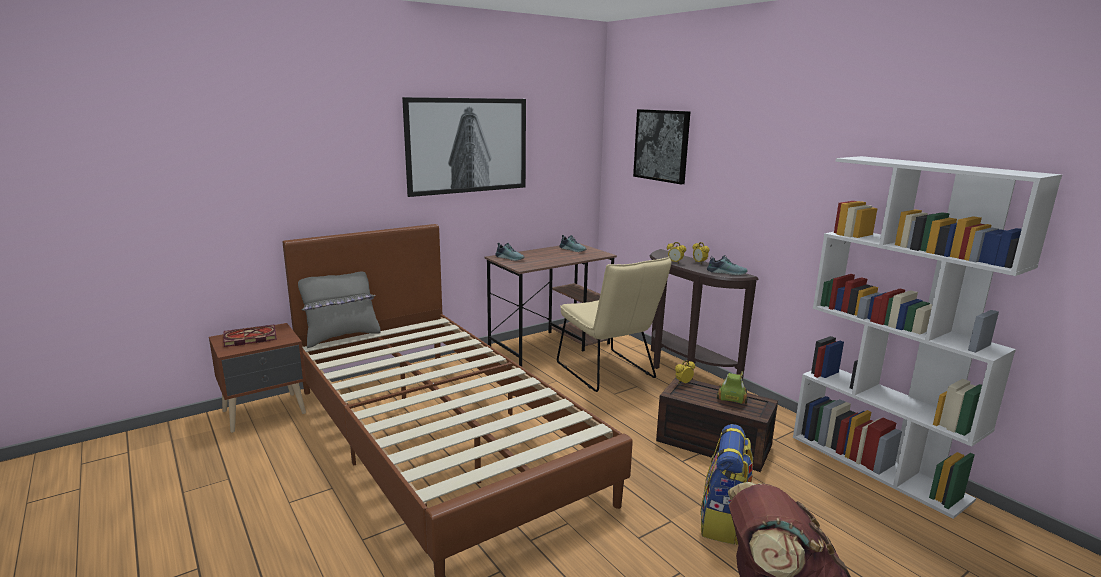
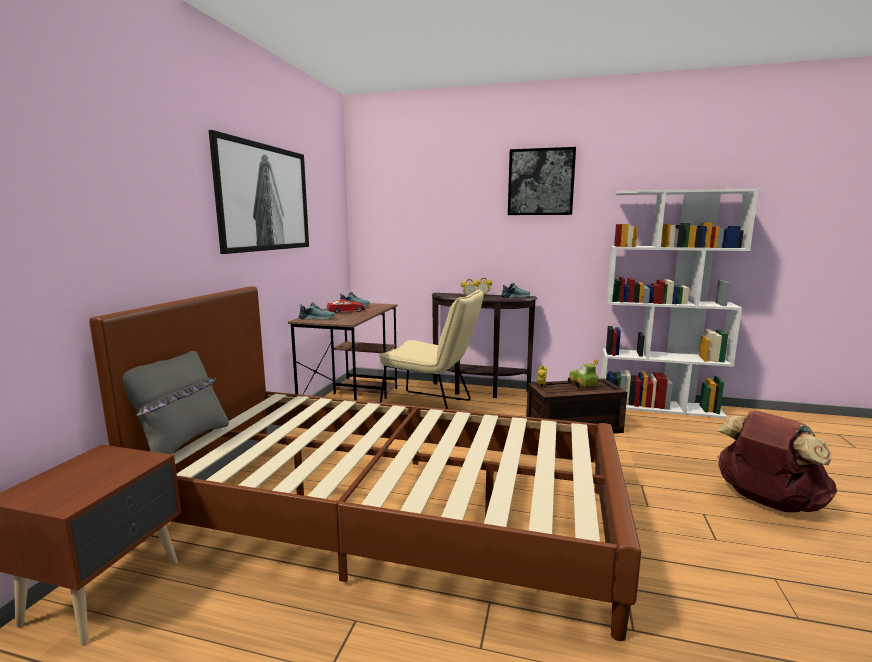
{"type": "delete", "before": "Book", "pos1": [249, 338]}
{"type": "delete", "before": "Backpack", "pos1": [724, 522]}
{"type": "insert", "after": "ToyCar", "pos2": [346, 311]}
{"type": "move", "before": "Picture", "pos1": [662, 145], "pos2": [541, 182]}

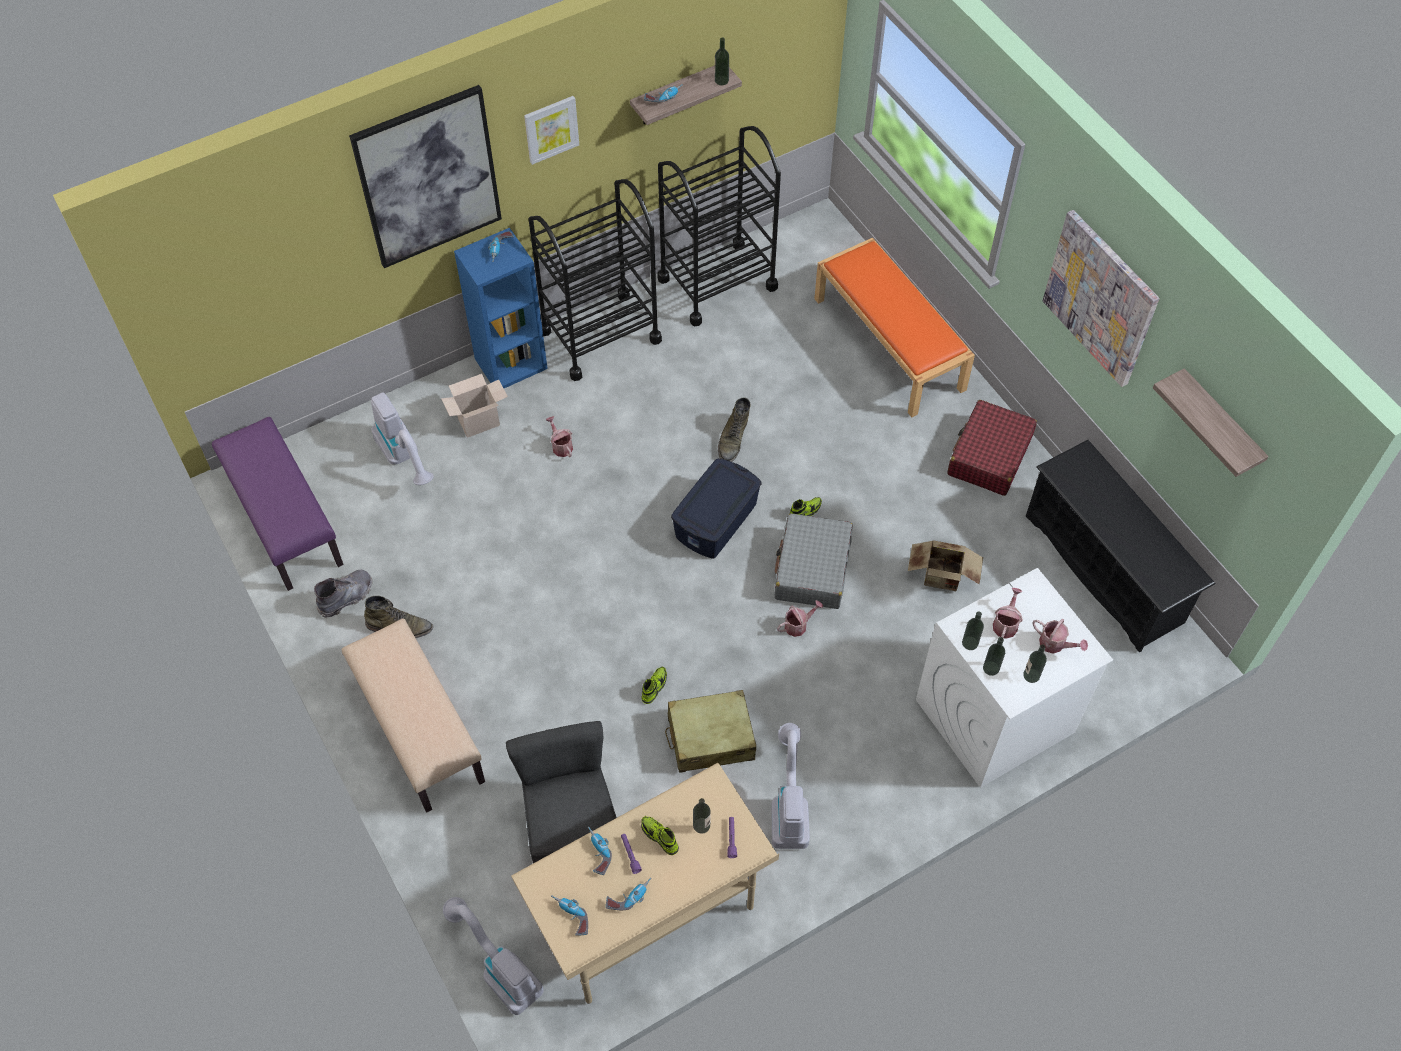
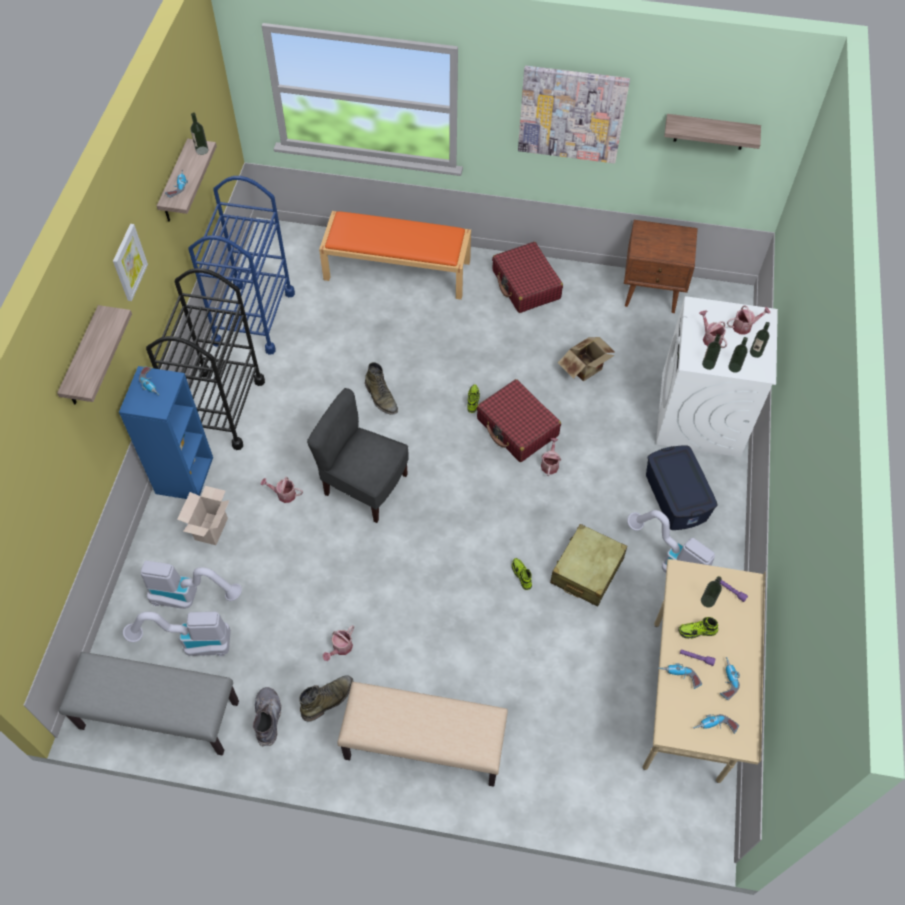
{"type": "insert", "after": "WateringCan", "pos2": [340, 648]}
{"type": "move", "before": "VacuumCleaner", "pos1": [499, 968], "pos2": [190, 643]}
{"type": "move", "before": "GreyChair", "pos1": [572, 830], "pos2": [365, 486]}
{"type": "move", "before": "BlueStorageBox", "pos1": [717, 520], "pos2": [676, 497]}
{"type": "replace", "before": "Picture", "after": "Shelf", "pos1": [428, 177], "pos2": [83, 359]}
{"type": "replace", "before": "BlackShoeRack", "after": "BrownNightstand", "pos1": [1104, 569], "pos2": [652, 293]}
{"type": "recolor", "before": "PurpleBench", "after": "GreyBench", "pos1": [284, 521], "pos2": [158, 716]}
{"type": "recolor", "before": "BlackCart", "after": "BlueCart", "pos1": [717, 283], "pos2": [254, 318]}
{"type": "recolor", "before": "GreySuitcase", "after": "RedSuitcase", "pos1": [812, 569], "pos2": [517, 427]}

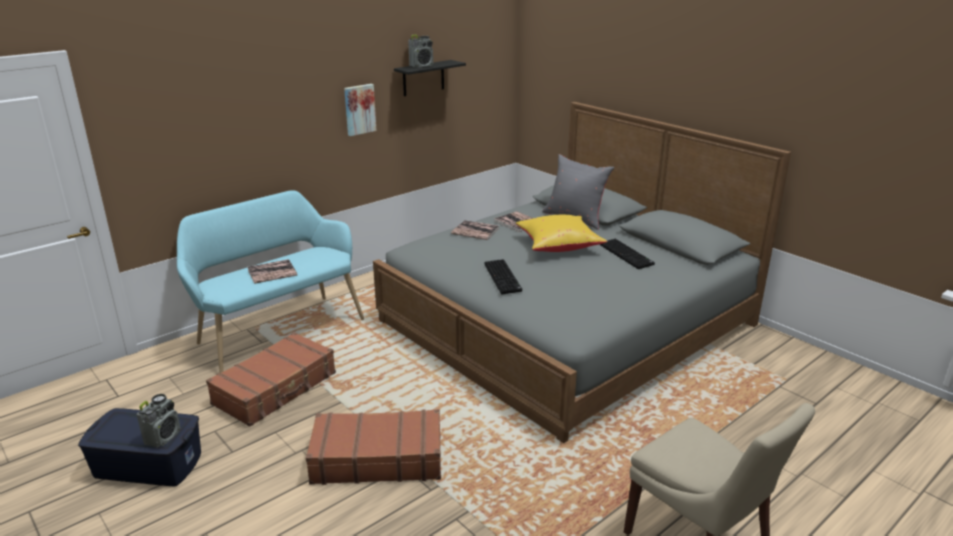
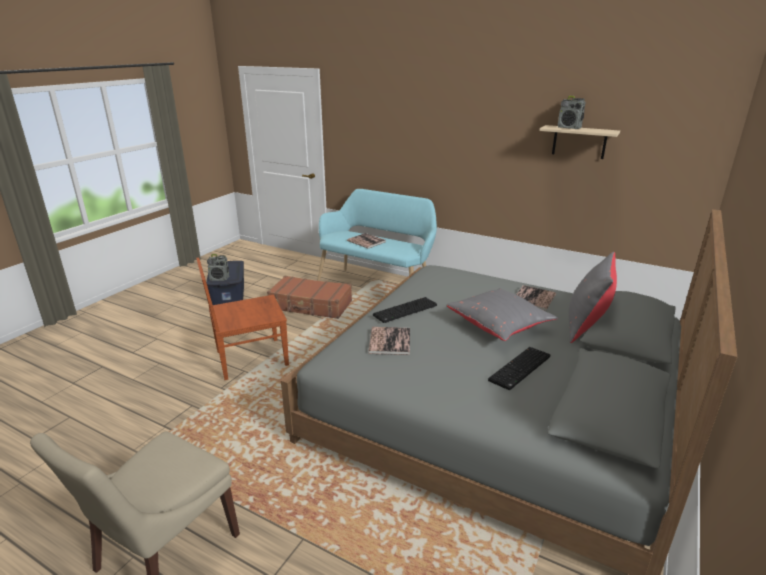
{"type": "delete", "before": "Picture", "pos1": [359, 109]}
{"type": "move", "before": "Book", "pos1": [475, 231], "pos2": [389, 341]}
{"type": "replace", "before": "BrownSuitcase", "after": "BrownChair", "pos1": [377, 458], "pos2": [250, 359]}
{"type": "recolor", "before": "BlackShelf", "after": "BeigeShelf", "pos1": [423, 78], "pos2": [579, 142]}
{"type": "recolor", "before": "YellowPillow", "after": "GreyPillow", "pos1": [558, 246], "pos2": [499, 326]}

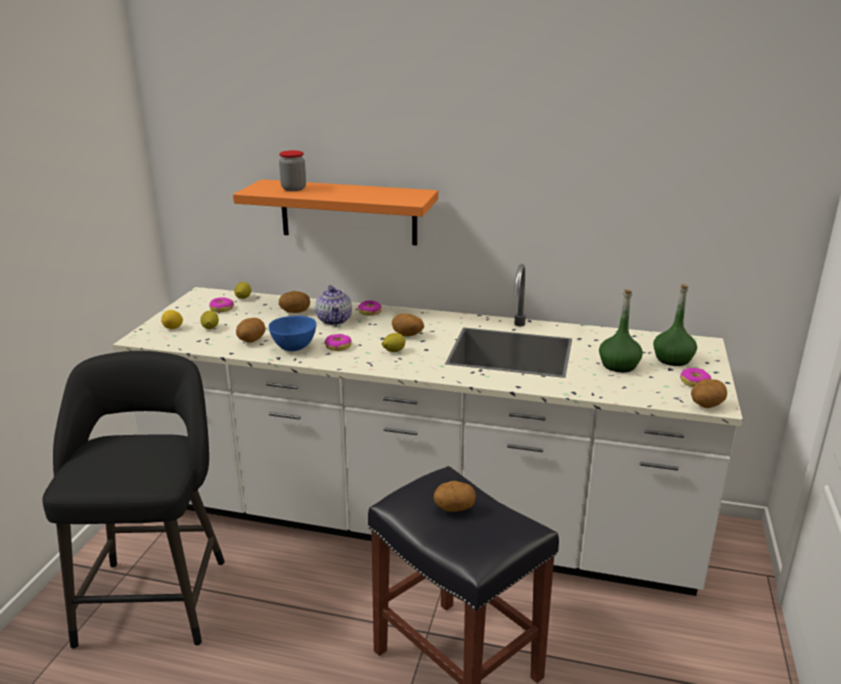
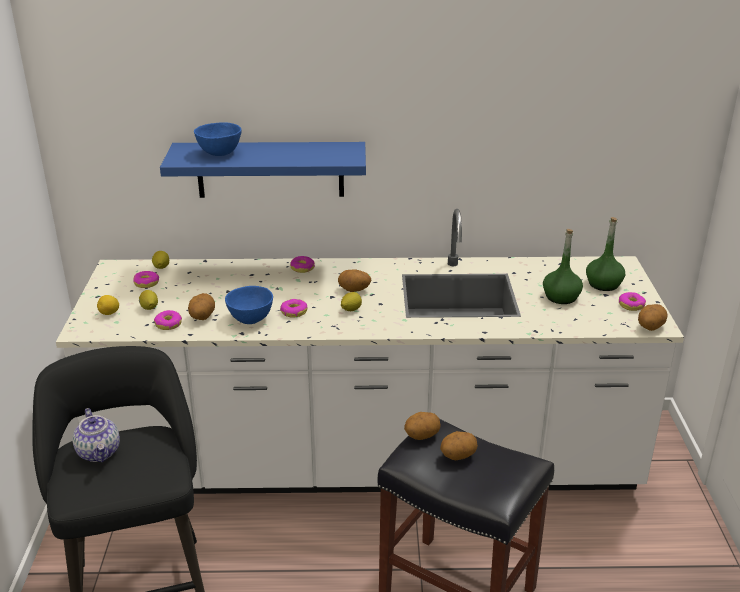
{"type": "insert", "after": "Donut", "pos2": [168, 324]}
{"type": "move", "before": "Potato", "pos1": [295, 312], "pos2": [422, 436]}
{"type": "move", "before": "Teapot", "pos1": [334, 320], "pos2": [99, 452]}
{"type": "replace", "before": "Jar", "after": "BlueBowl", "pos1": [293, 189], "pos2": [219, 153]}
{"type": "recolor", "before": "OrangeShelf", "after": "BlueShelf", "pos1": [348, 212], "pos2": [270, 169]}

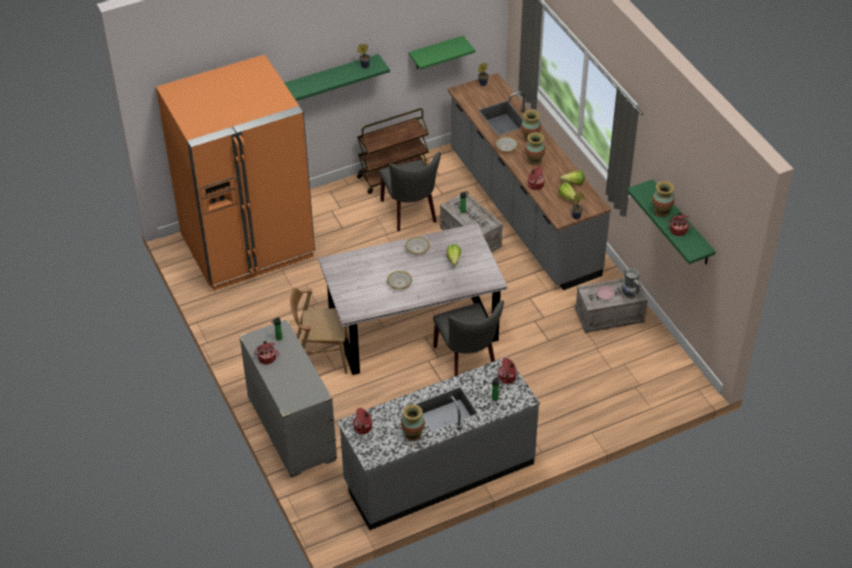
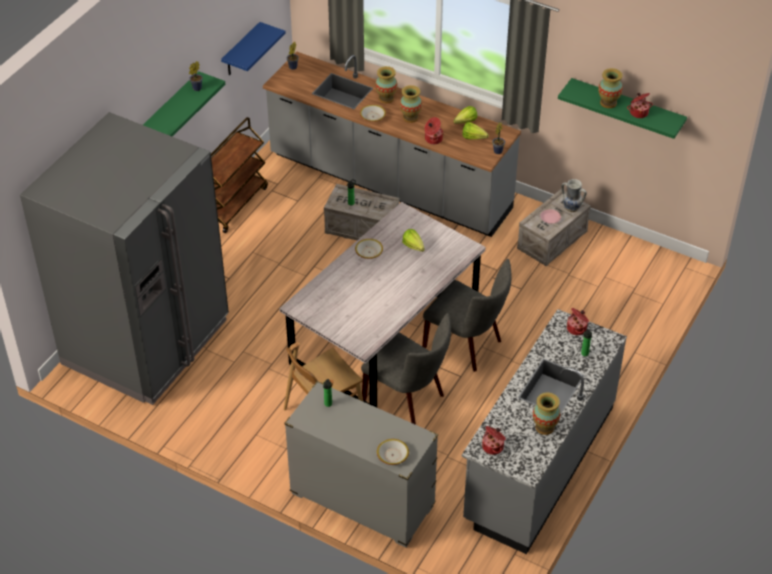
{"type": "delete", "before": "CookingPot", "pos1": [267, 357]}
{"type": "move", "before": "GreyChair", "pos1": [410, 213], "pos2": [408, 399]}
{"type": "move", "before": "Bowl", "pos1": [399, 283], "pos2": [392, 455]}
{"type": "recolor", "before": "OrangeFridge", "after": "GreyFridge", "pos1": [247, 245], "pos2": [146, 342]}
{"type": "recolor", "before": "GreenShelf", "after": "BlueShelf", "pos1": [436, 53], "pos2": [241, 50]}

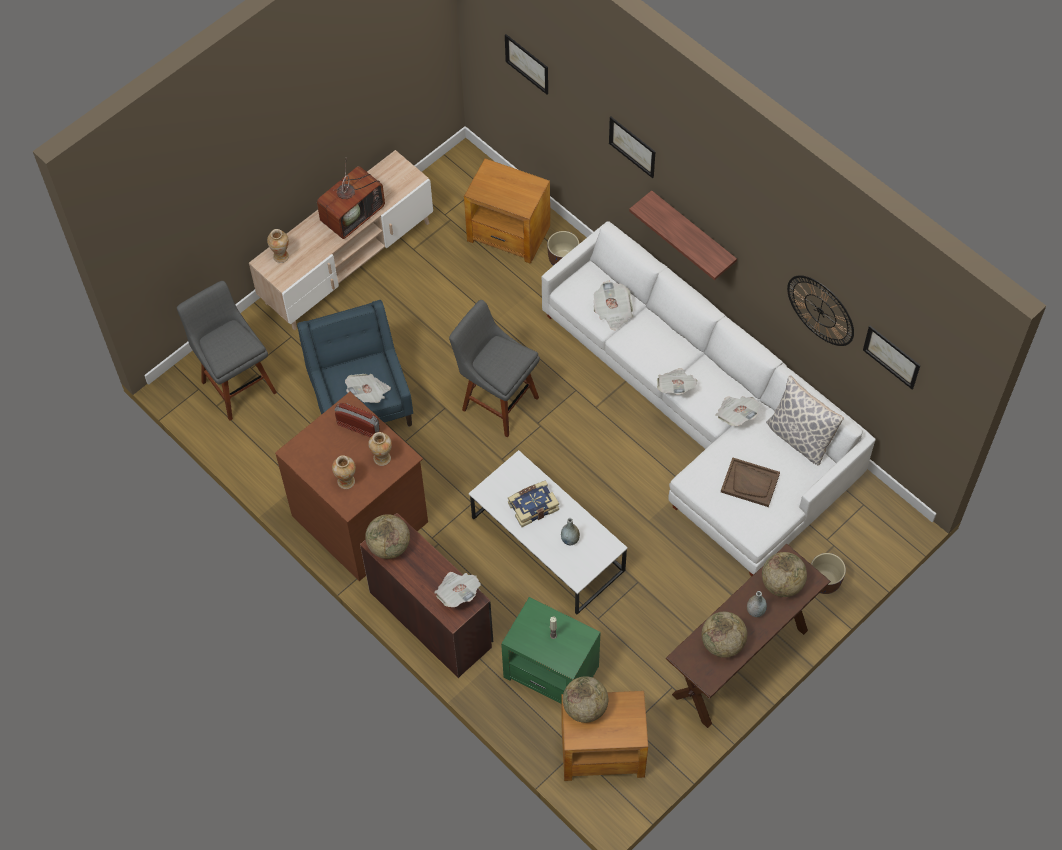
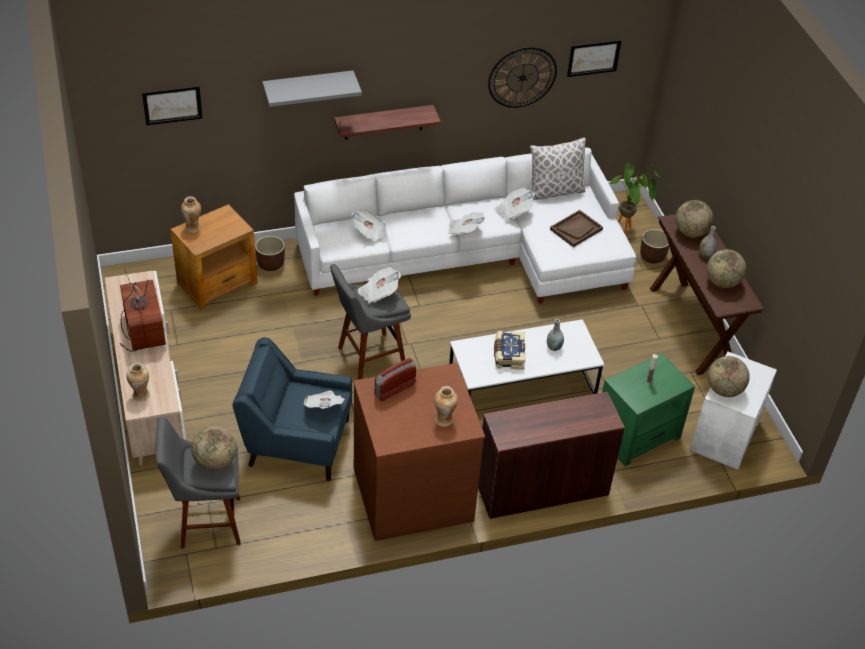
{"type": "insert", "after": "PottedPlant", "pos2": [627, 231]}
{"type": "move", "before": "Globe", "pos1": [389, 546], "pos2": [215, 462]}
{"type": "move", "before": "Vase", "pos1": [382, 458], "pos2": [193, 228]}
{"type": "move", "before": "Newspaper", "pos1": [457, 593], "pos2": [378, 293]}
{"type": "replace", "before": "Picture", "after": "GreyShelf", "pos1": [632, 146], "pos2": [308, 88]}
{"type": "recolor", "before": "BrownSideTable", "after": "WhiteSideTable", "pos1": [602, 751], "pos2": [723, 435]}

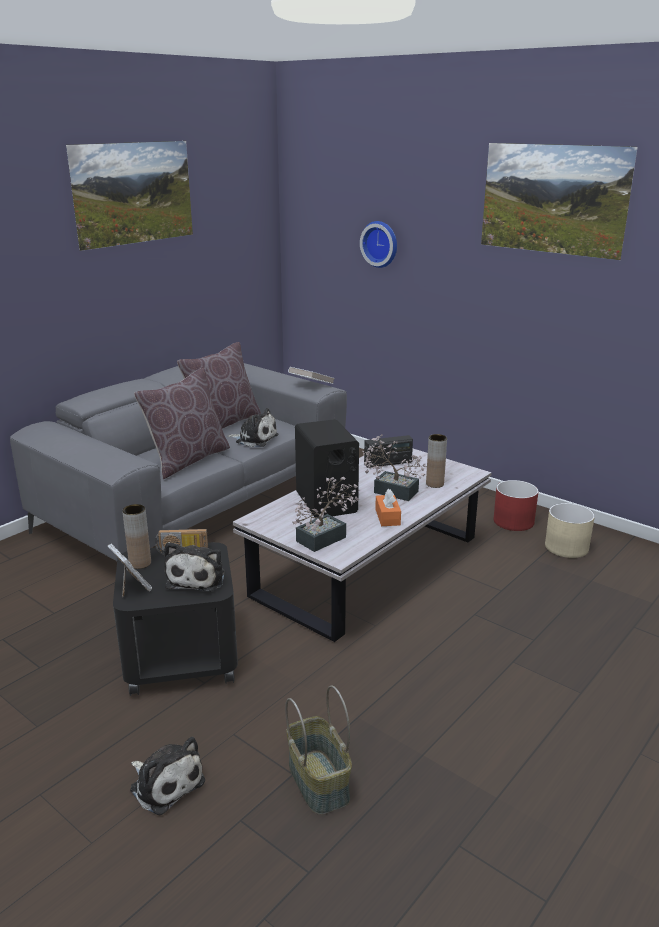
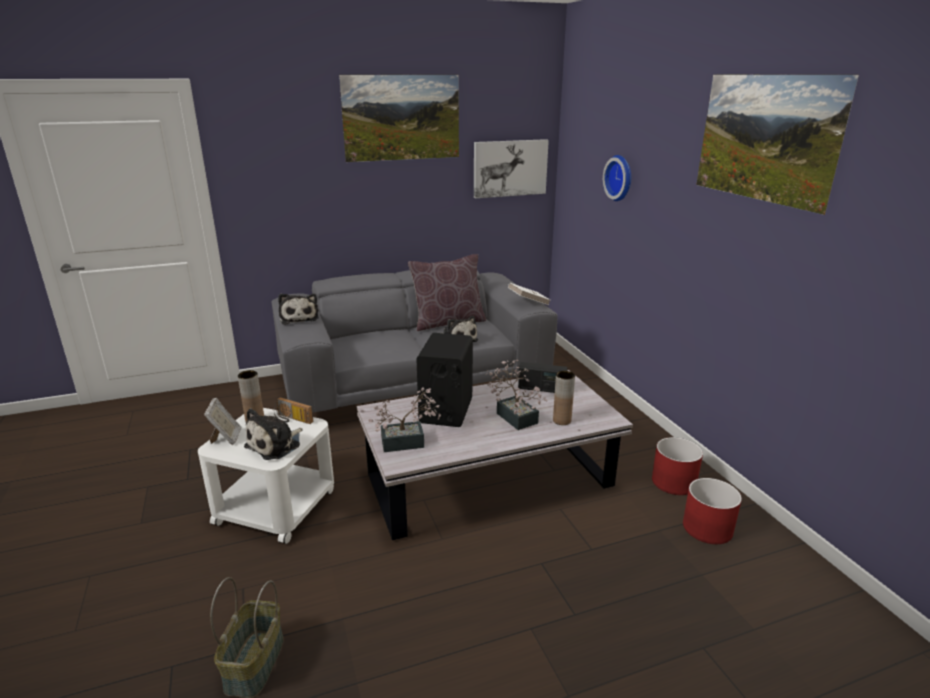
{"type": "delete", "before": "BrownPillow", "pos1": [187, 460]}
{"type": "delete", "before": "OrangeTissueBox", "pos1": [387, 517]}
{"type": "insert", "after": "Picture", "pos2": [509, 168]}
{"type": "move", "before": "PlushToy", "pos1": [165, 783], "pos2": [299, 318]}
{"type": "recolor", "before": "BlackSideTable", "after": "WhiteSideTable", "pos1": [181, 656], "pos2": [276, 506]}
{"type": "recolor", "before": "BeigePlanter", "after": "RedPlanter", "pos1": [567, 547], "pos2": [708, 528]}

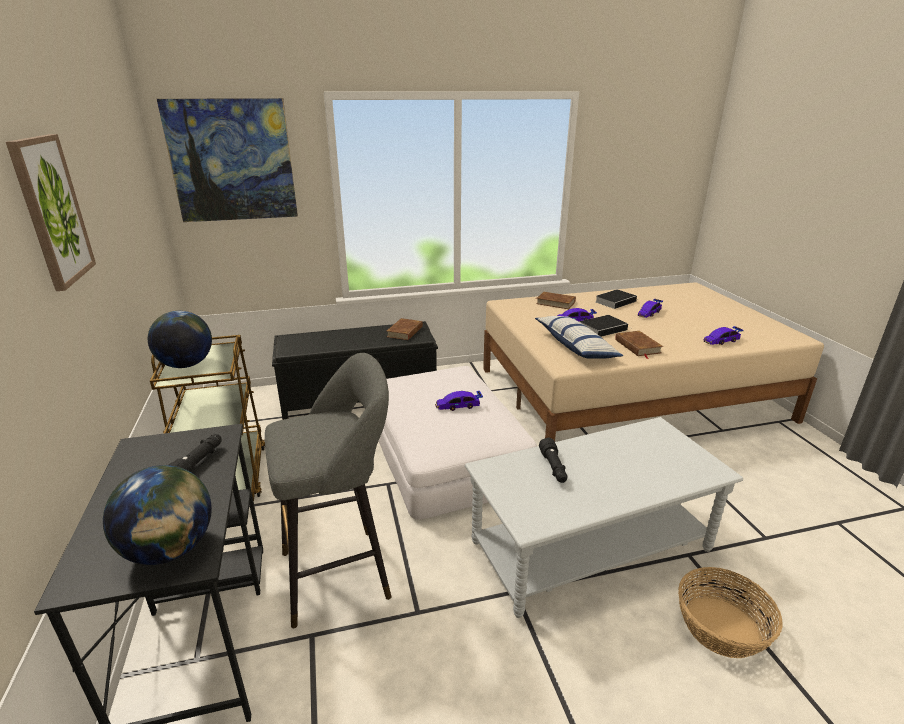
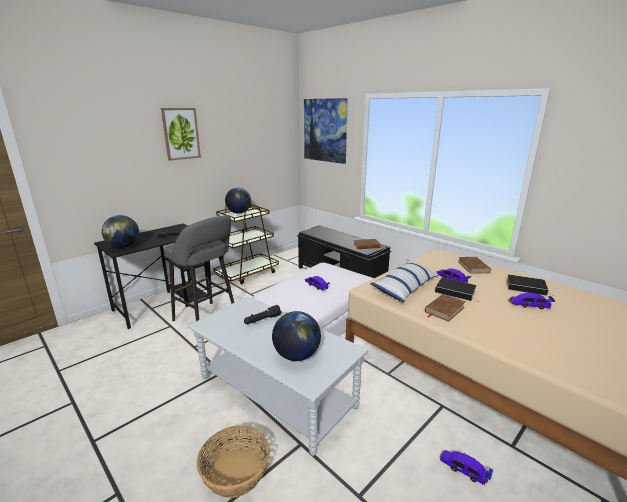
{"type": "insert", "after": "Globe", "pos2": [297, 355]}
{"type": "move", "before": "ToyCar", "pos1": [721, 341], "pos2": [464, 469]}

